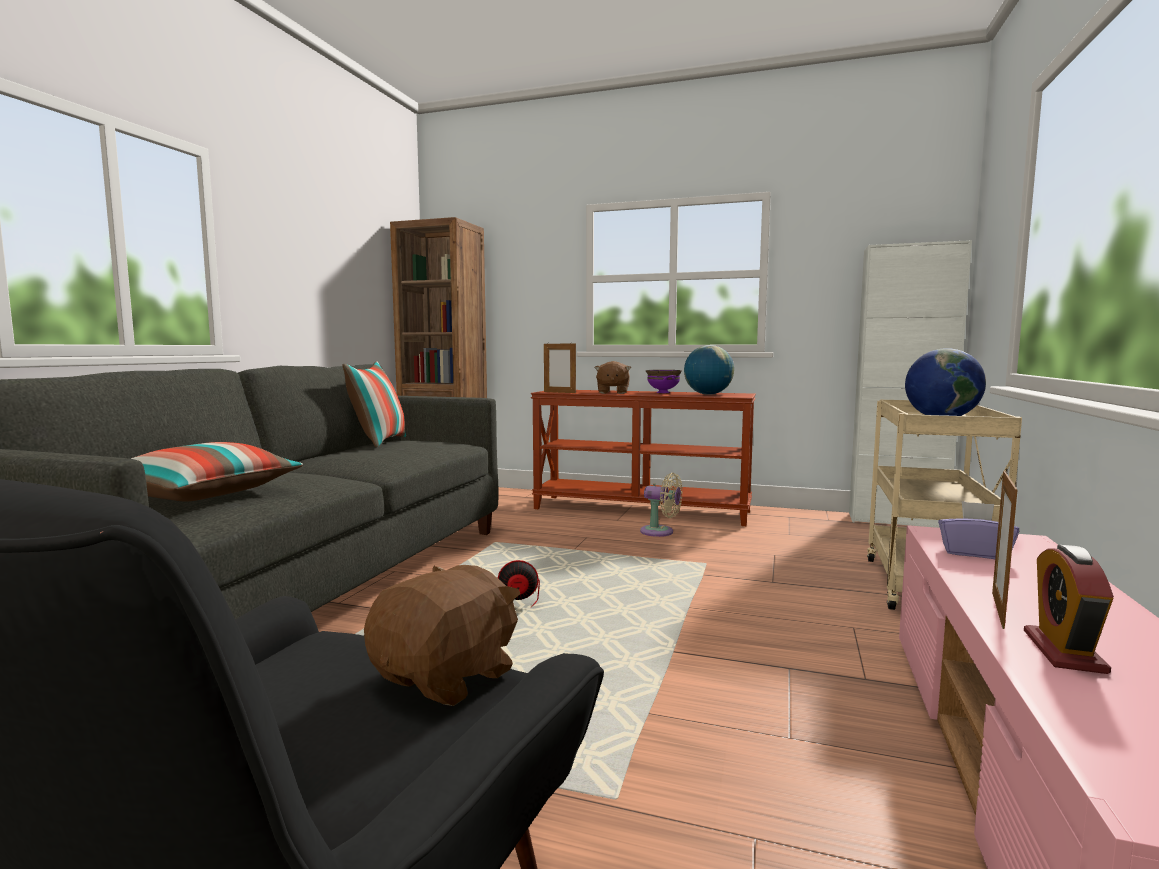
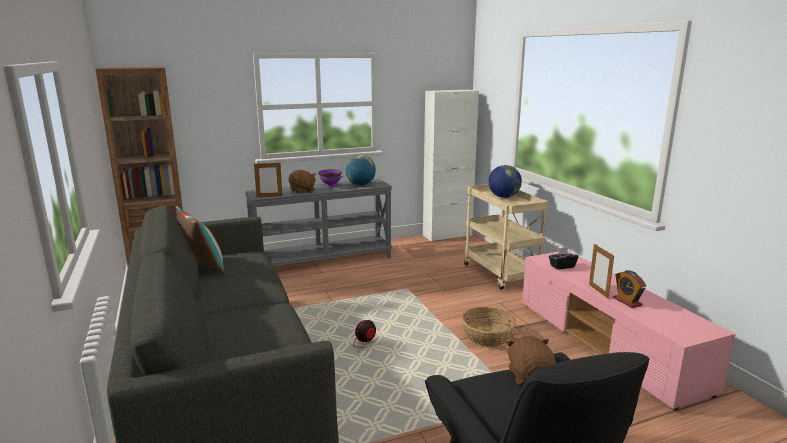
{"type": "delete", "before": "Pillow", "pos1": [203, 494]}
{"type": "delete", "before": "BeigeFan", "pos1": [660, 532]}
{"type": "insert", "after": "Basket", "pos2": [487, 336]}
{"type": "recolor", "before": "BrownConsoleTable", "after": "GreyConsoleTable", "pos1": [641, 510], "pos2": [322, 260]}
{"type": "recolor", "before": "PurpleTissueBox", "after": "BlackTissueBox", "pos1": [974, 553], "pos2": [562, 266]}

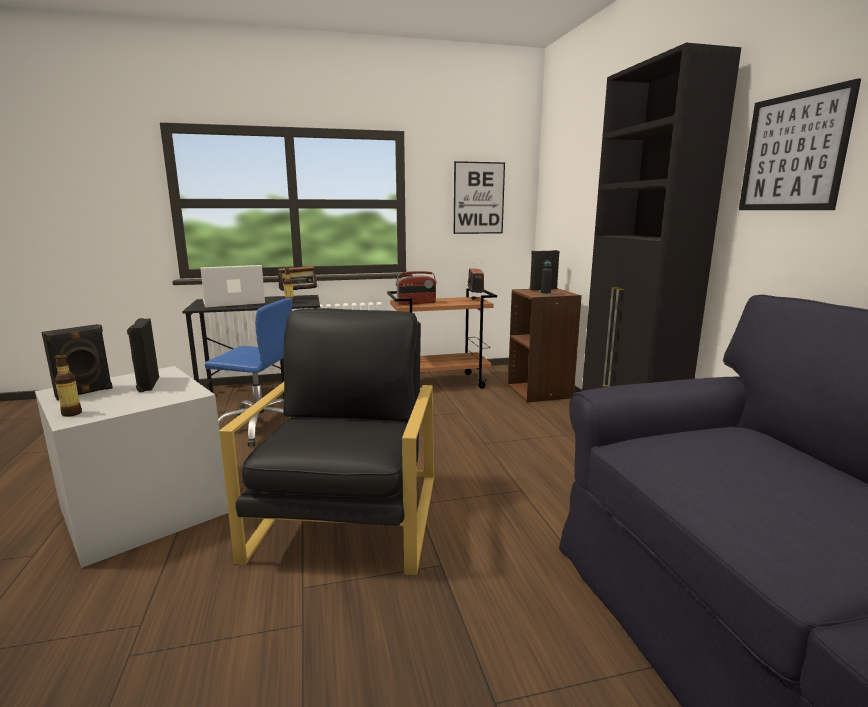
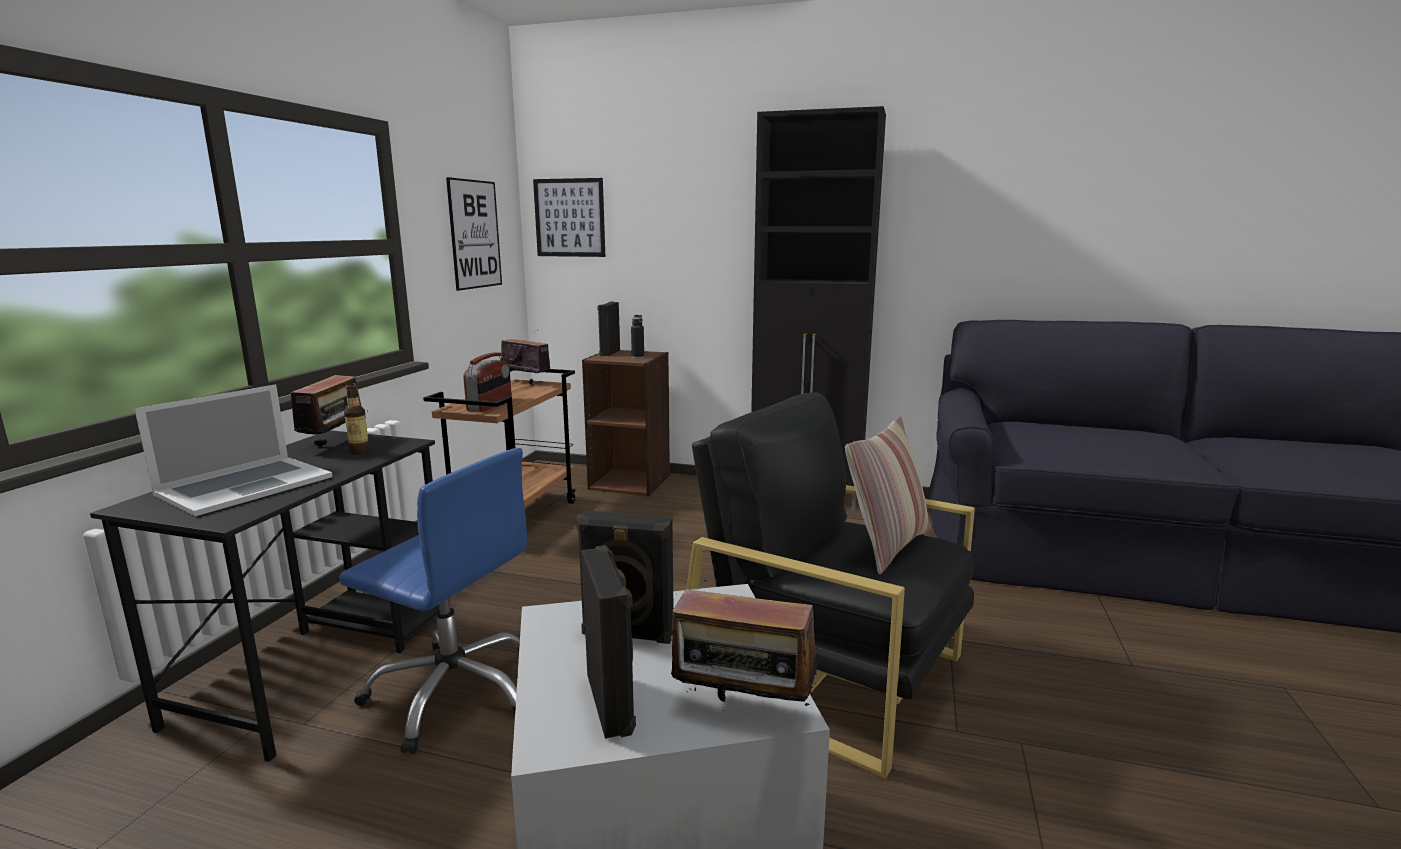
{"type": "insert", "after": "Pillow", "pos2": [887, 546]}
{"type": "move", "before": "Picture", "pos1": [793, 152], "pos2": [569, 218]}
{"type": "replace", "before": "Bottle", "after": "Radio", "pos1": [72, 413], "pos2": [742, 711]}
{"type": "rotate", "before": "Laptop", "pos1": [233, 302], "pos2": [245, 485], "turn": -150}
{"type": "rotate", "before": "BlueOfficeChair", "pos1": [260, 426], "pos2": [455, 691], "turn": 75}

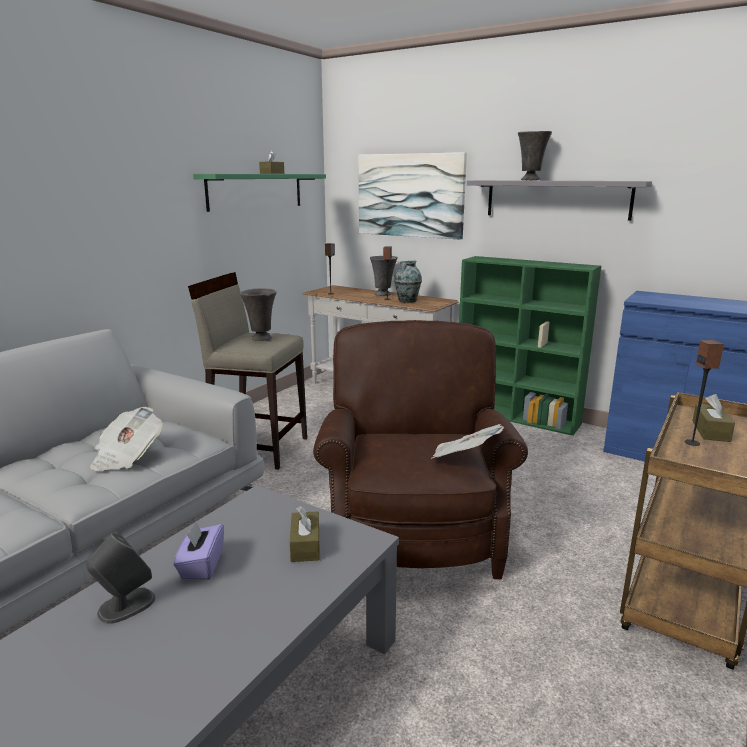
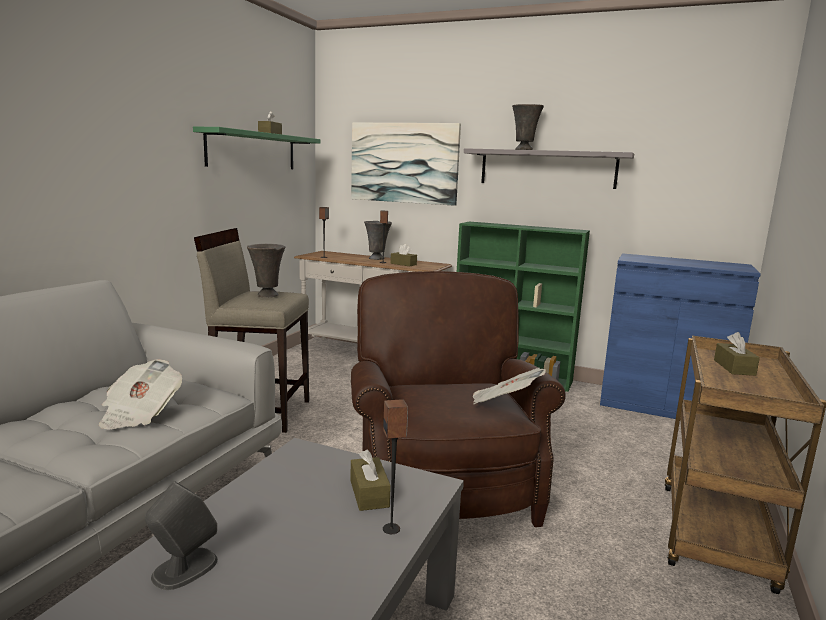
{"type": "delete", "before": "PurpleTissueBox", "pos1": [201, 566]}
{"type": "move", "before": "Speaker", "pos1": [692, 443], "pos2": [391, 529]}
{"type": "replace", "before": "Vase", "after": "BrownTissueBox", "pos1": [407, 301], "pos2": [403, 264]}

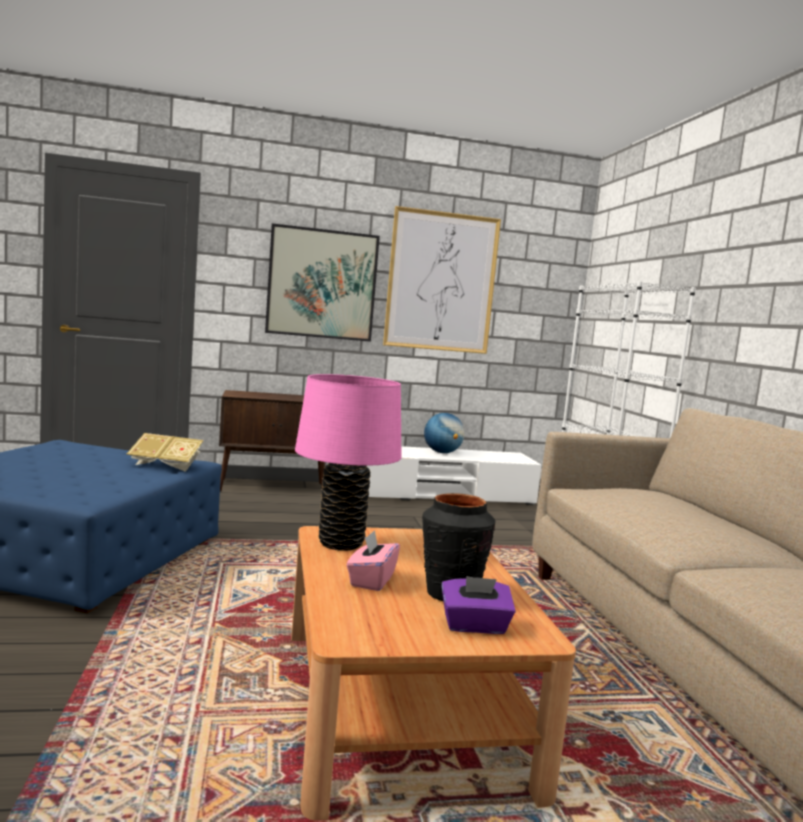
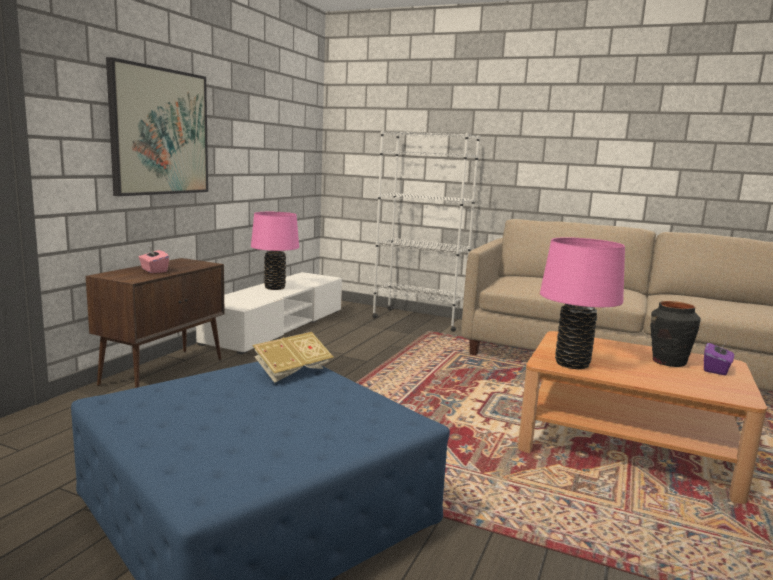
{"type": "delete", "before": "Picture", "pos1": [441, 282]}
{"type": "move", "before": "PinkTissueBox", "pos1": [371, 580], "pos2": [153, 270]}
{"type": "replace", "before": "Globe", "after": "PinkTableLamp", "pos1": [442, 452], "pos2": [275, 288]}

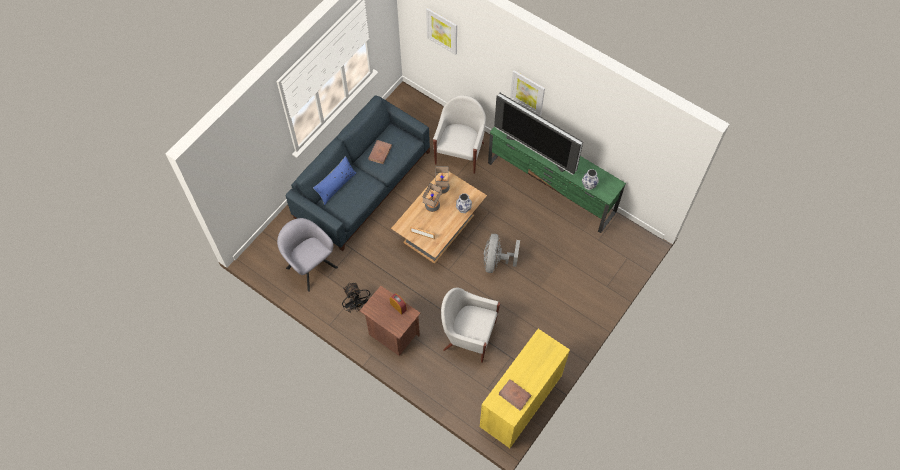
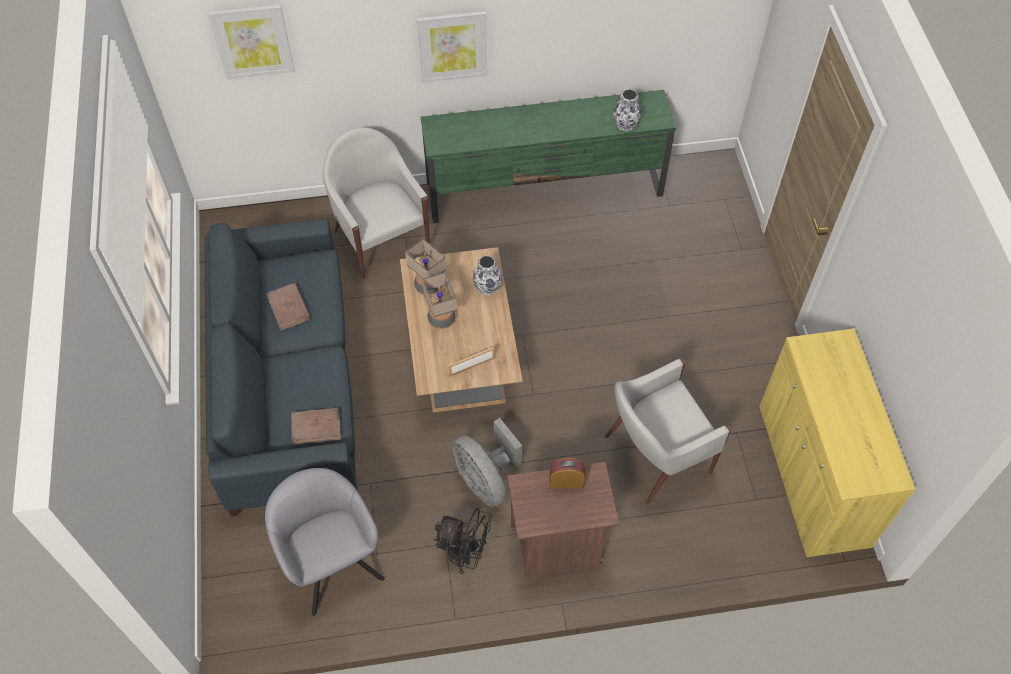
{"type": "delete", "before": "BluePillow", "pos1": [336, 185]}
{"type": "delete", "before": "Television", "pos1": [537, 150]}
{"type": "move", "before": "GreyFan", "pos1": [496, 261], "pos2": [486, 480]}
{"type": "move", "before": "BrownBook", "pos1": [515, 395], "pos2": [316, 427]}
{"type": "rotate", "before": "GreyArmchair", "pos1": [310, 265], "pos2": [332, 561], "turn": 60}

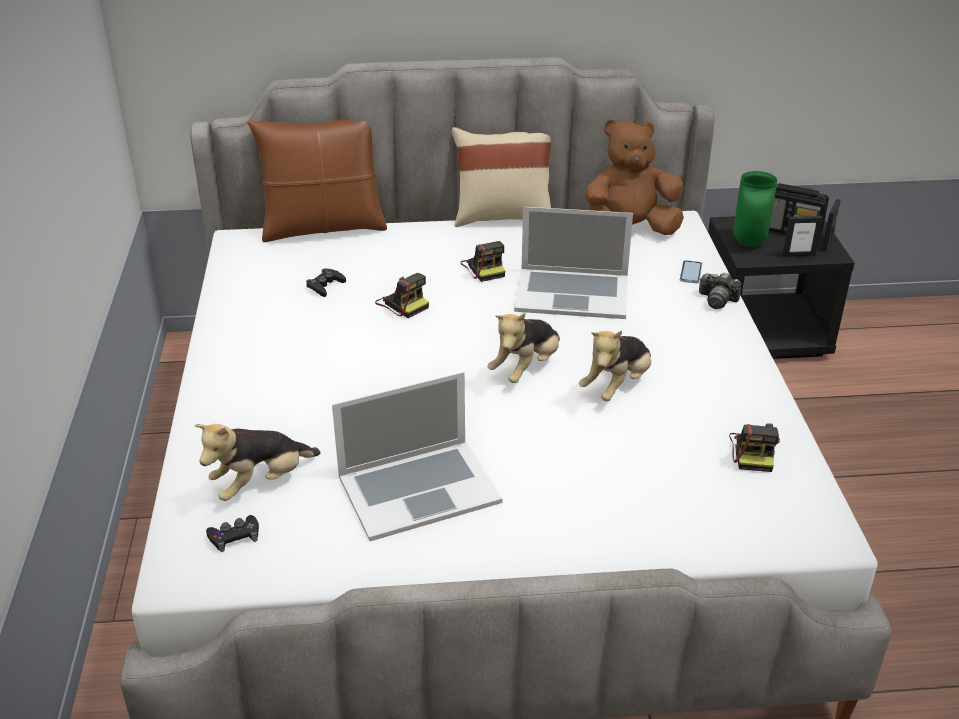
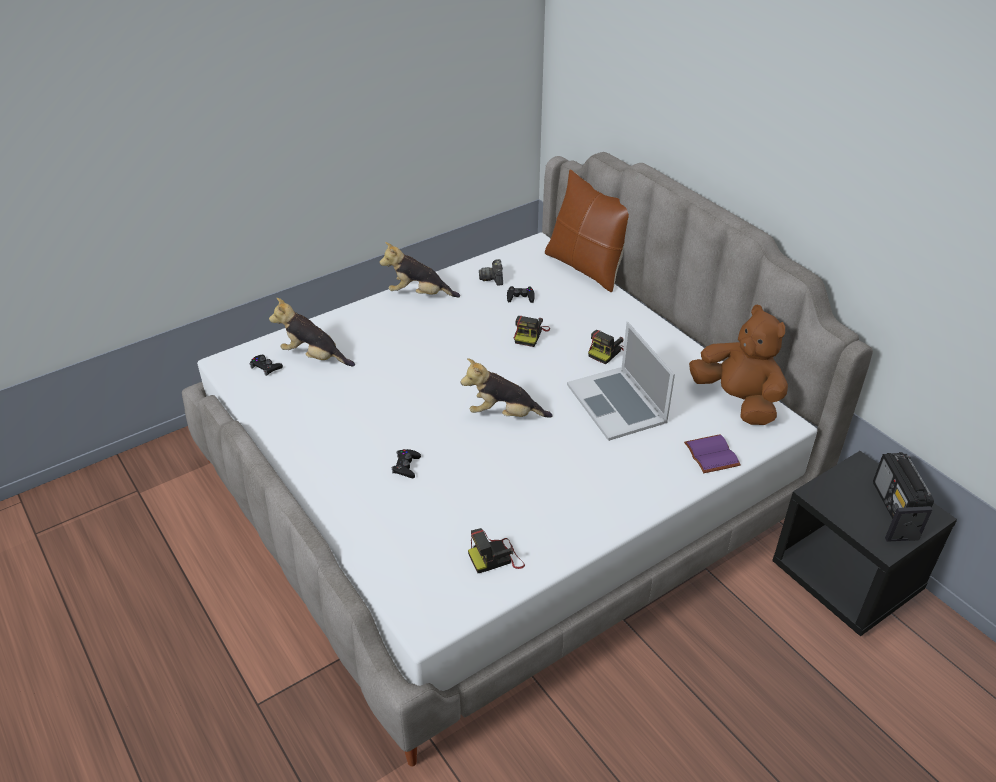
{"type": "delete", "before": "Laptop", "pos1": [418, 488]}
{"type": "delete", "before": "BeigePillow", "pos1": [502, 216]}
{"type": "delete", "before": "GreenVase", "pos1": [747, 243]}
{"type": "delete", "before": "PictureFrame", "pos1": [798, 255]}
{"type": "insert", "after": "BlackGameController", "pos2": [406, 466]}
{"type": "move", "before": "PlushToy", "pos1": [617, 386], "pos2": [419, 294]}
{"type": "move", "before": "PhotoCamera", "pos1": [717, 300], "pos2": [493, 278]}
{"type": "replace", "before": "Phone", "after": "PurpleBook", "pos1": [690, 272], "pos2": [710, 454]}

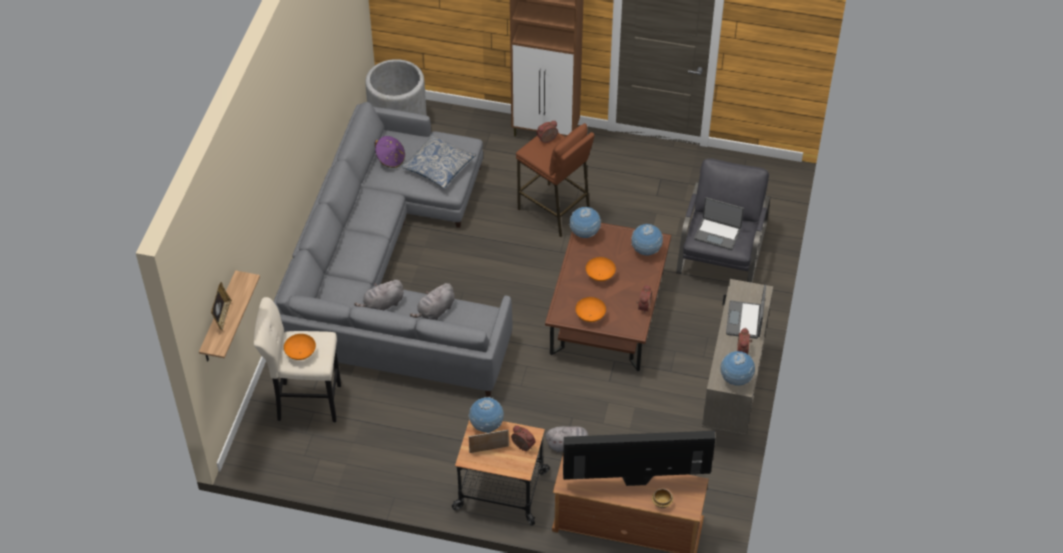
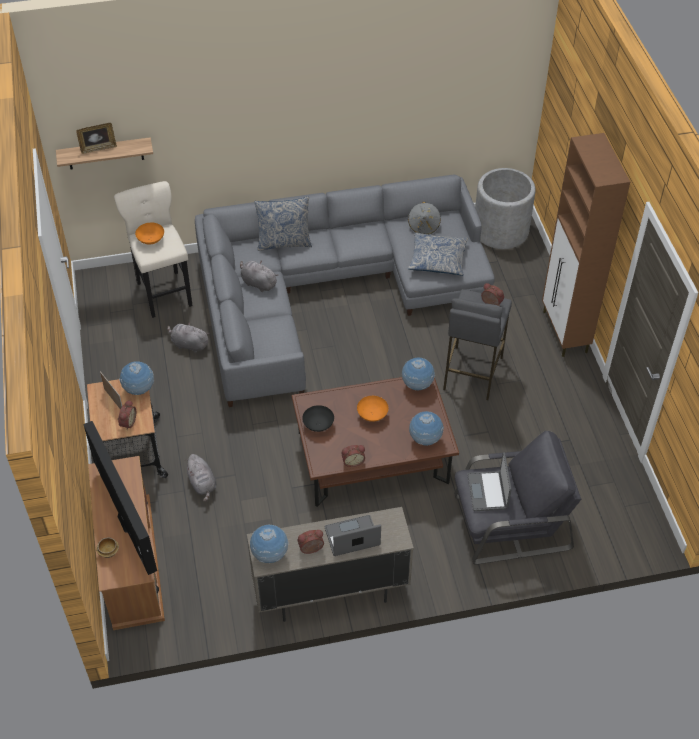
{"type": "insert", "after": "Pillow", "pos2": [284, 242]}
{"type": "move", "before": "GreyPlushToy", "pos1": [435, 311], "pos2": [189, 344]}
{"type": "recolor", "before": "PurpleHat", "after": "GreyHat", "pos1": [390, 159], "pos2": [424, 226]}
{"type": "recolor", "before": "BrownStool", "after": "GreyStool", "pos1": [554, 211], "pos2": [472, 373]}
{"type": "recolor", "before": "OrangeBowl", "after": "BlackBowl", "pos1": [590, 316], "pos2": [318, 425]}

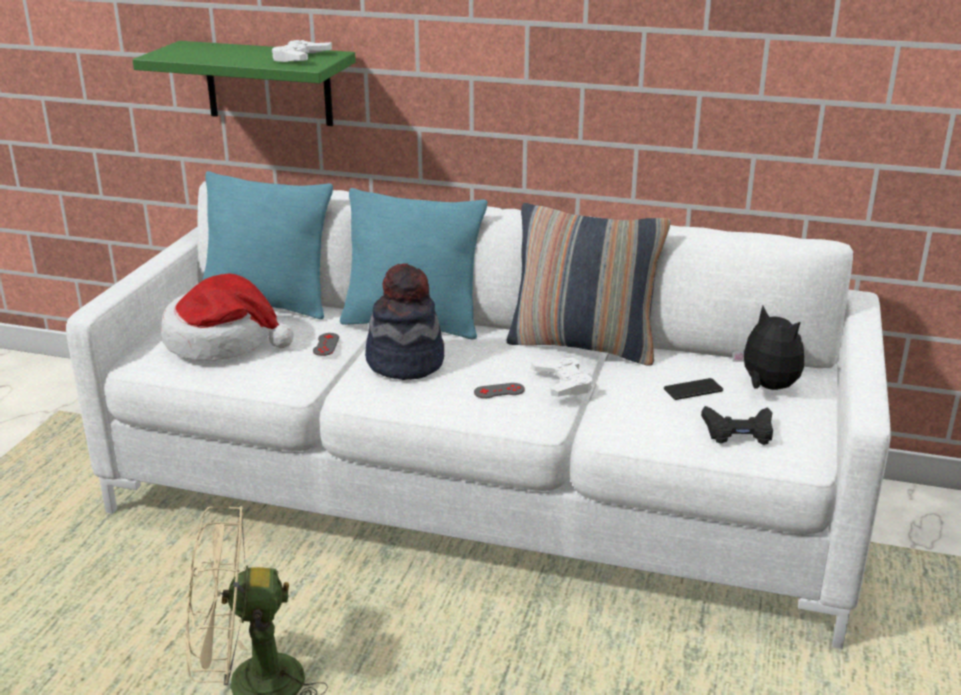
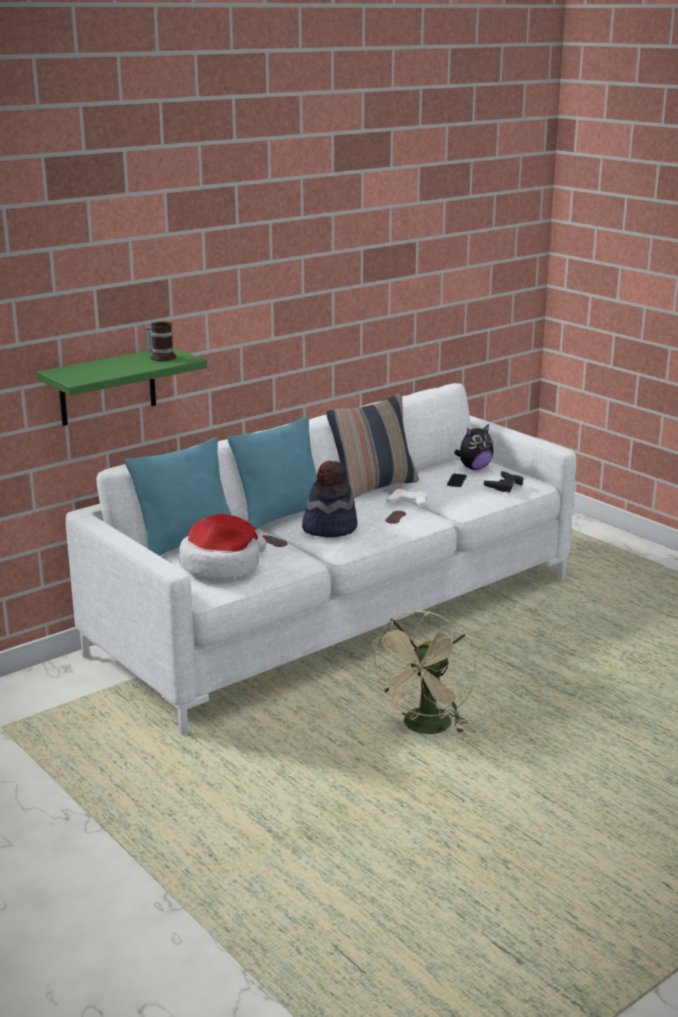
{"type": "replace", "before": "WhiteGameController", "after": "Mug", "pos1": [300, 58], "pos2": [162, 357]}
{"type": "rotate", "before": "PlushToy", "pos1": [766, 387], "pos2": [474, 468], "turn": 150}

